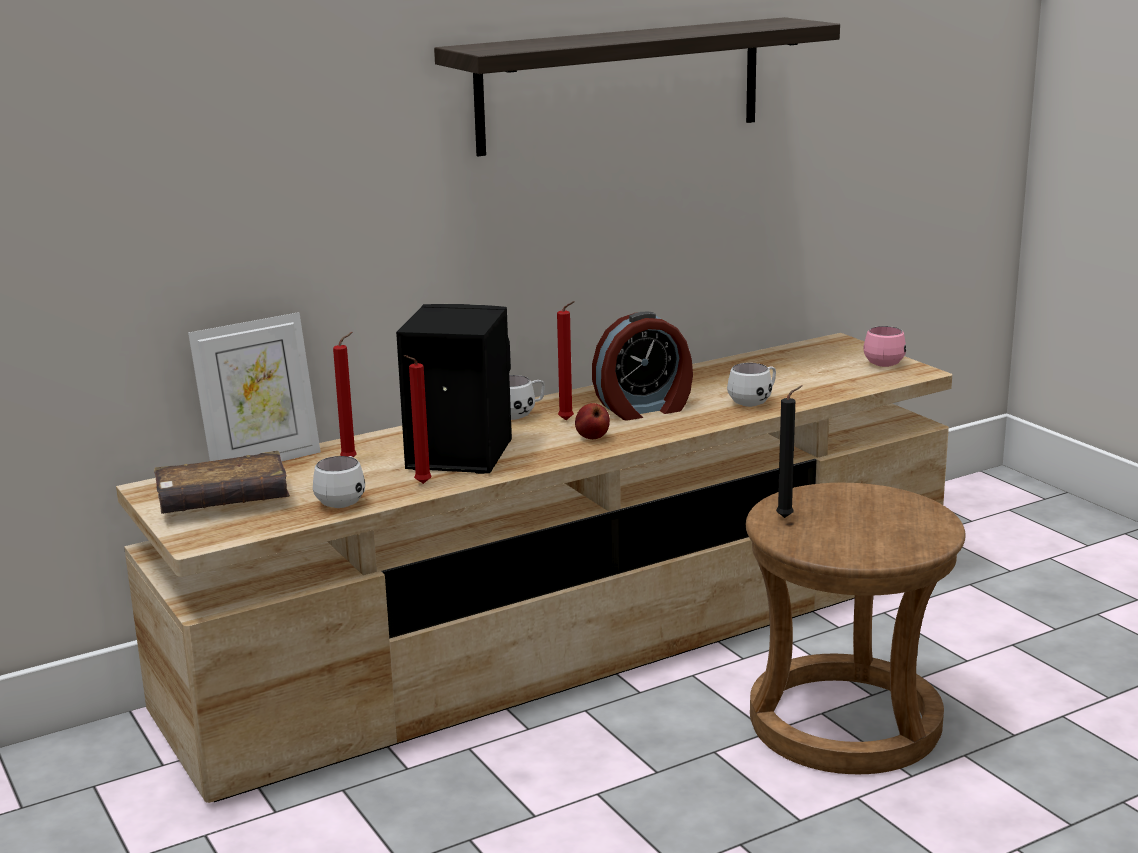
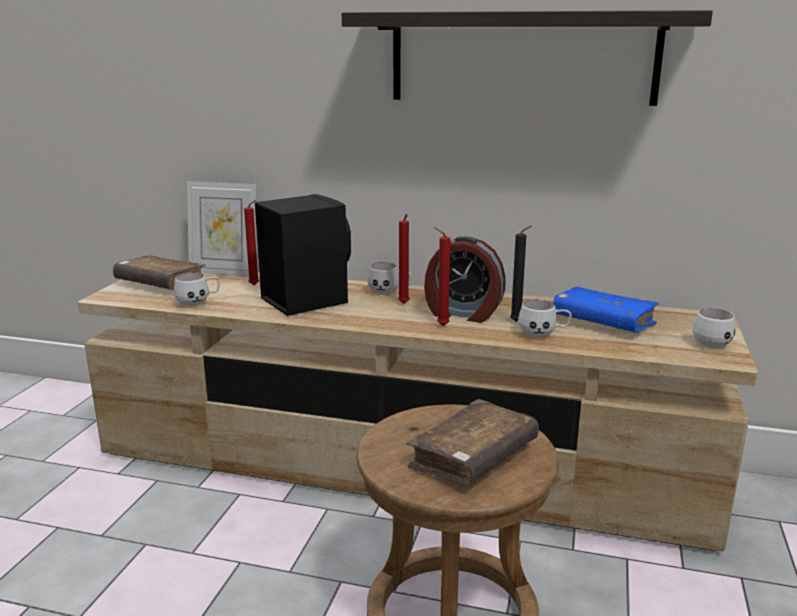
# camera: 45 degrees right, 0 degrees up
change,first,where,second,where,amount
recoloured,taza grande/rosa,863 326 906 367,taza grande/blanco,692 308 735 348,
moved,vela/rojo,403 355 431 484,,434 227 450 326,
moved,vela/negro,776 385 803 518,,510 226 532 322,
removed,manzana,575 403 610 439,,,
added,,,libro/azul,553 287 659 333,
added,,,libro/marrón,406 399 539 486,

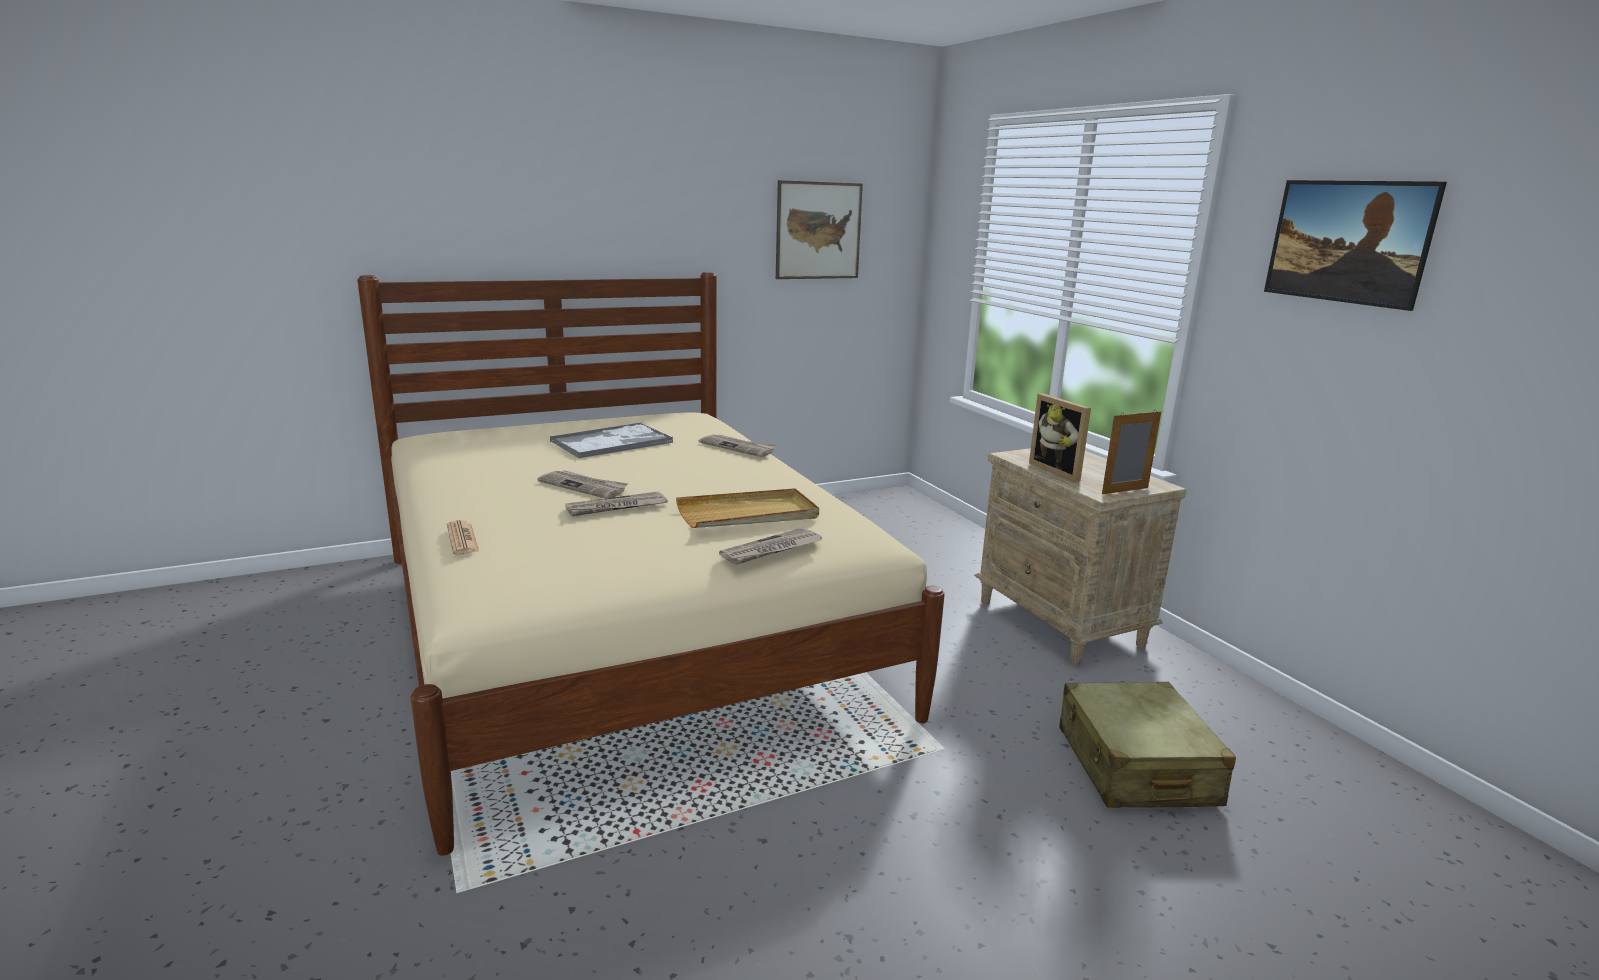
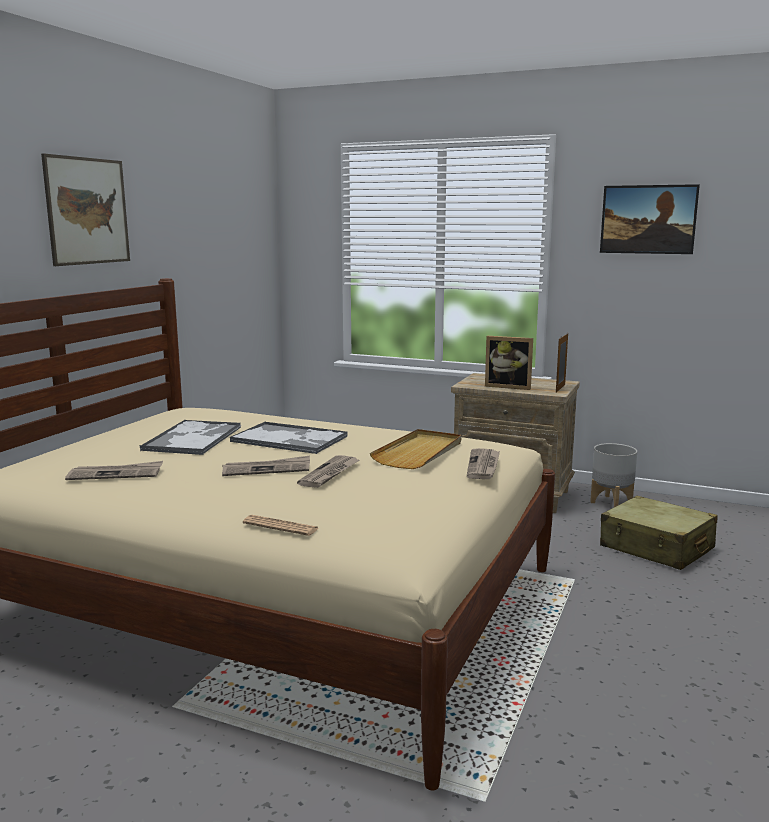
# camera: 40 degrees left, 5 degrees down
change,first,where,second,where,amount
moved,cuadro,776 180 863 279,,41 153 130 266,
moved,periódico,699 435 777 457,,65 461 163 480,
added,,,bandeja,230 421 348 454,
added,,,maceta/gris,590 443 637 507,

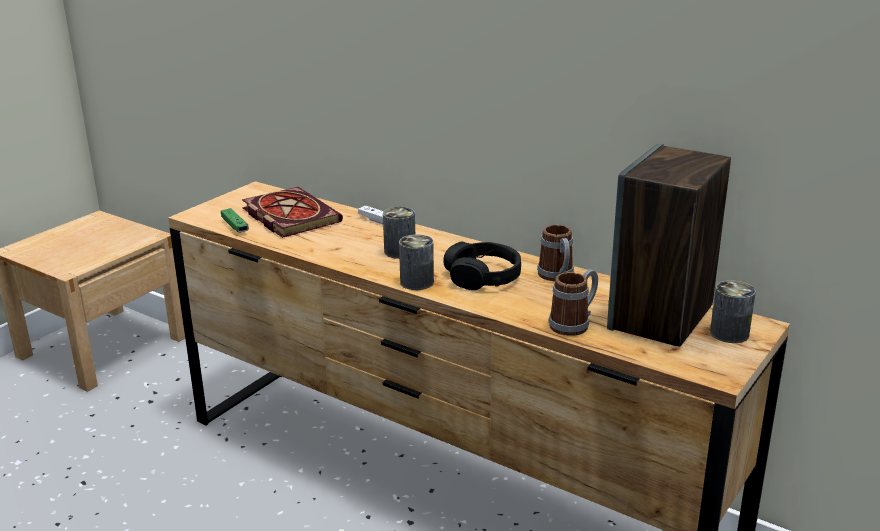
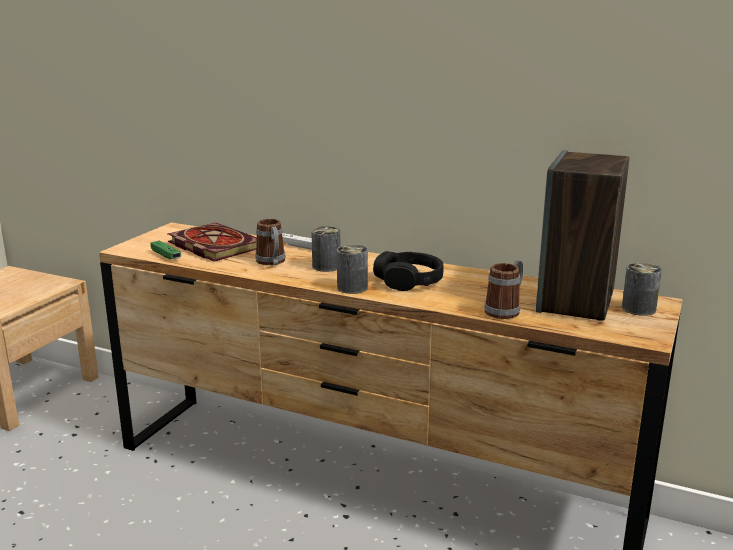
# camera: 10 degrees left, 5 degrees down
change,first,where,second,where,amount
moved,taza grande,537 225 574 281,,255 219 286 265,

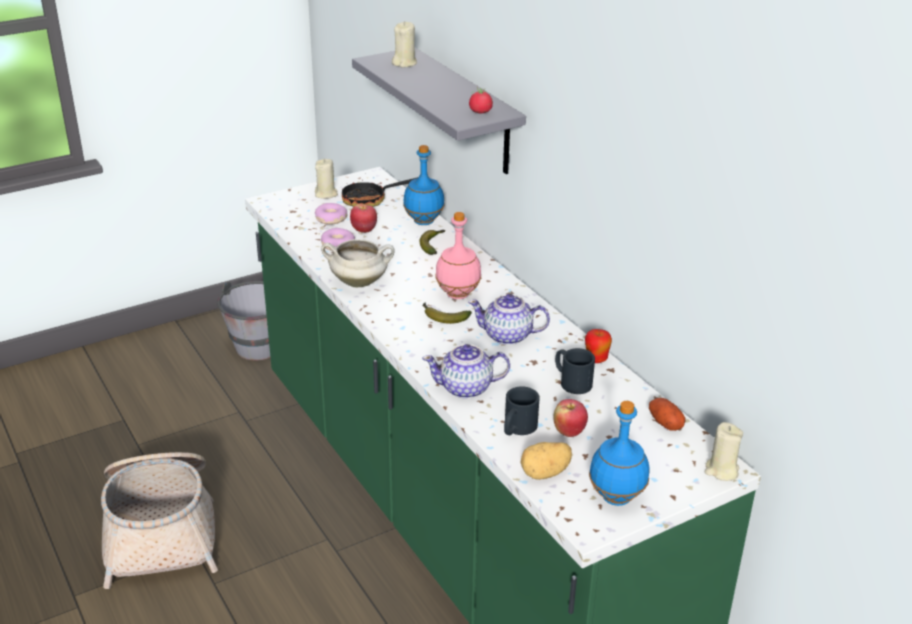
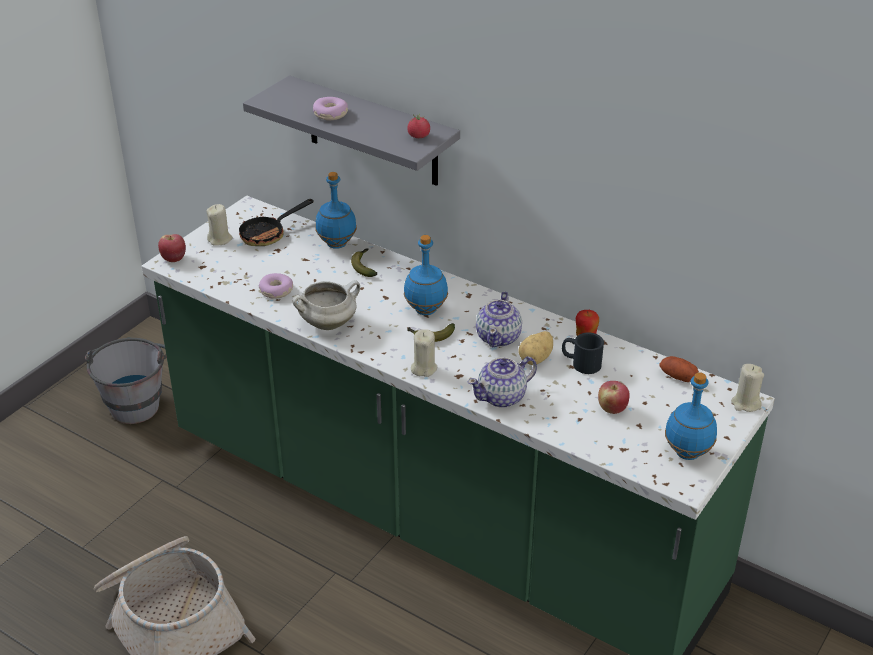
# camera: 25 degrees left, 5 degrees up
change,first,where,second,where,amount
moved,vela/beis,392 21 417 67,,411 329 437 377,
moved,rosquilla,315 203 348 225,,313 97 349 120,
moved,manzana,350 204 377 233,,158 234 186 262,
recoloured,botella/rosa,435 212 481 299,botella/azul,404 235 448 315,
turned,tetera,468 294 550 345,,476 291 522 347,60 degrees counterclockwise
removed,taza grande/negro,504 386 540 435,,,
moved,patata,520 442 572 480,,518 331 553 365,

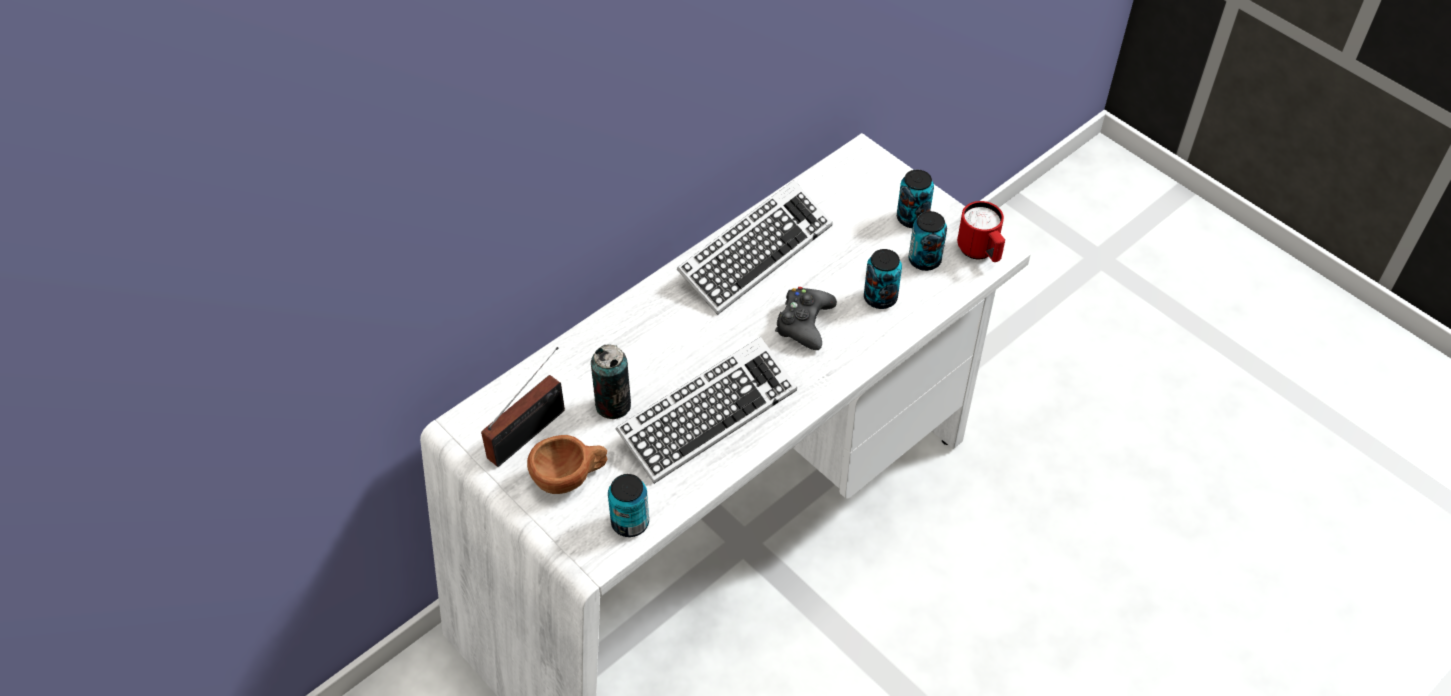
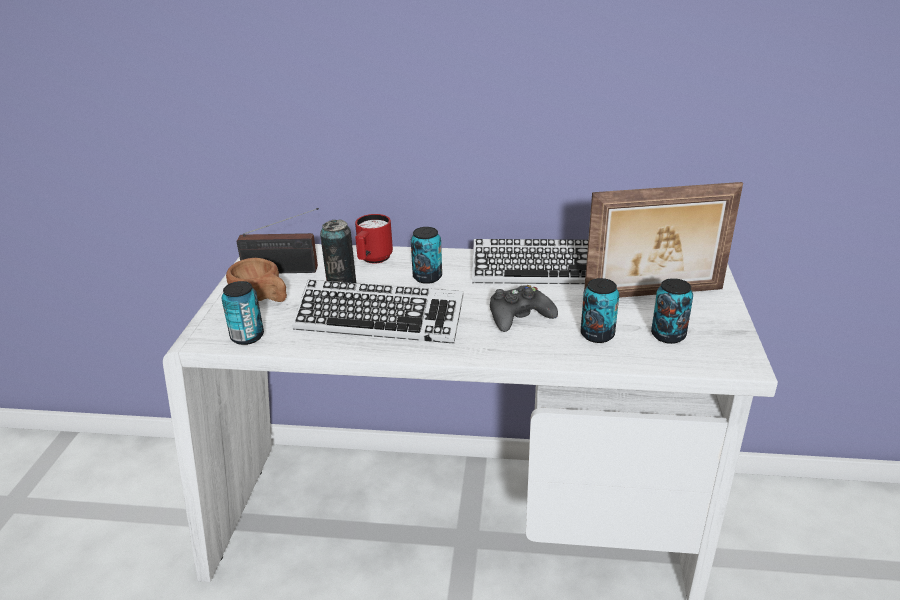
# camera: 50 degrees right, 20 degrees down
change,first,where,second,where,amount
moved,lata,897 170 934 228,,411 227 442 284,
moved,taza grande/rojo,957 201 1005 262,,355 214 393 263,
added,,,portarretratos,584 182 743 298,

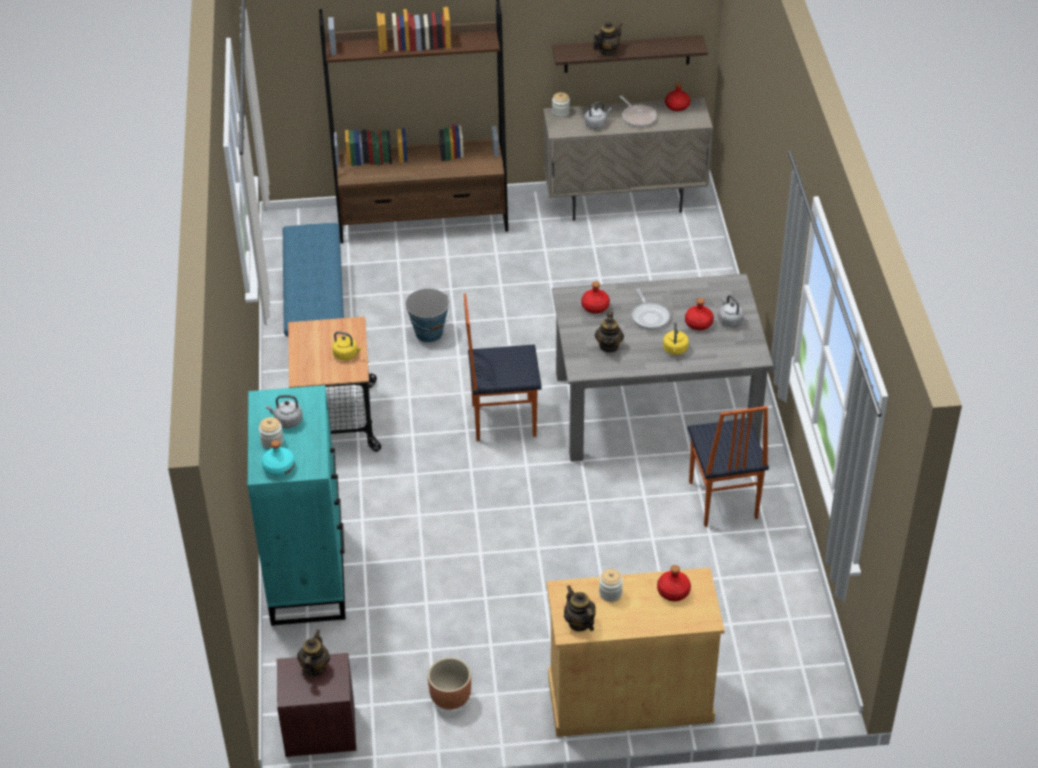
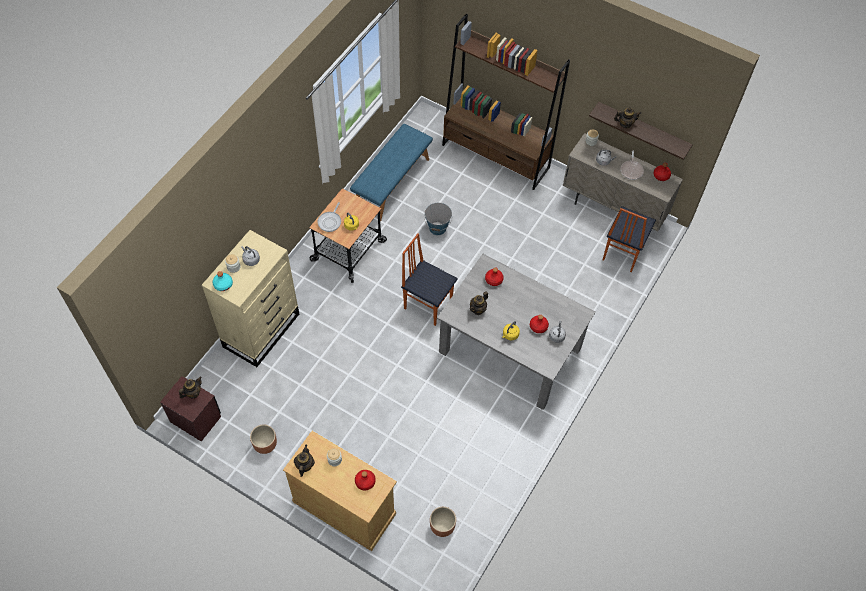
# camera: 35 degrees right, 15 degrees up
change,first,where,second,where,amount
moved,sartén,632 288 670 330,,317 202 341 232,
recoloured,cómoda/turquesa,247 385 346 626,cómoda/beis,202 230 299 367,
moved,silla,687 406 769 527,,603 206 656 272,
added,,,maceta/marrón,430 507 456 537,

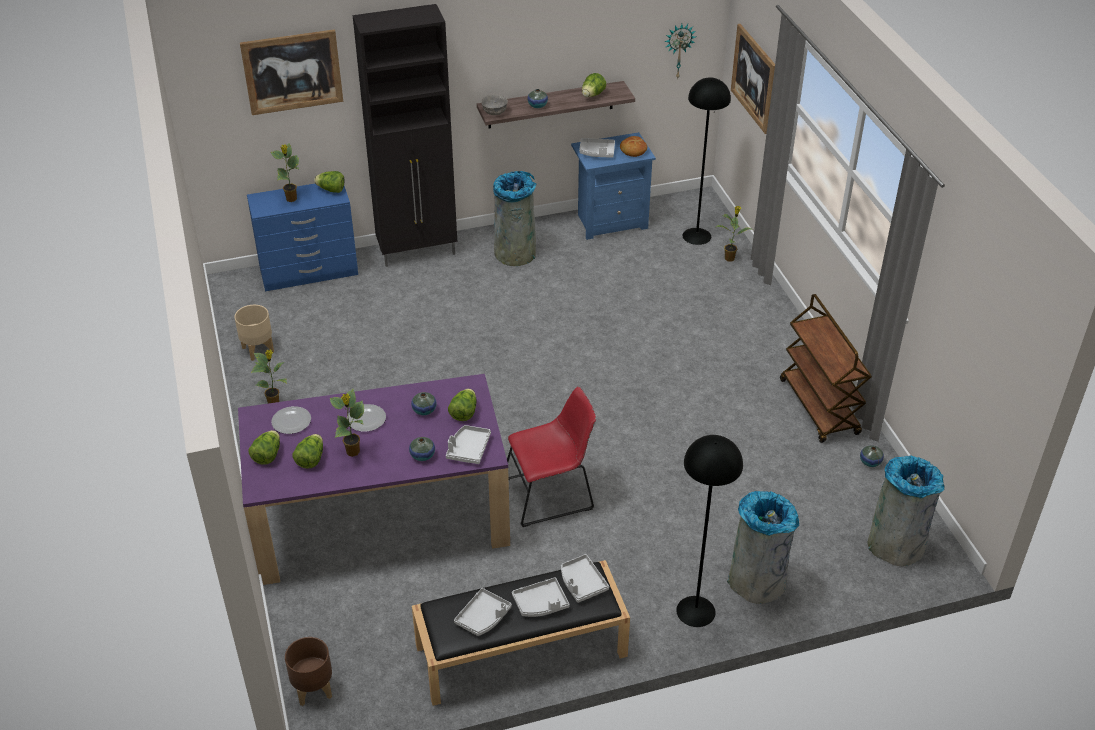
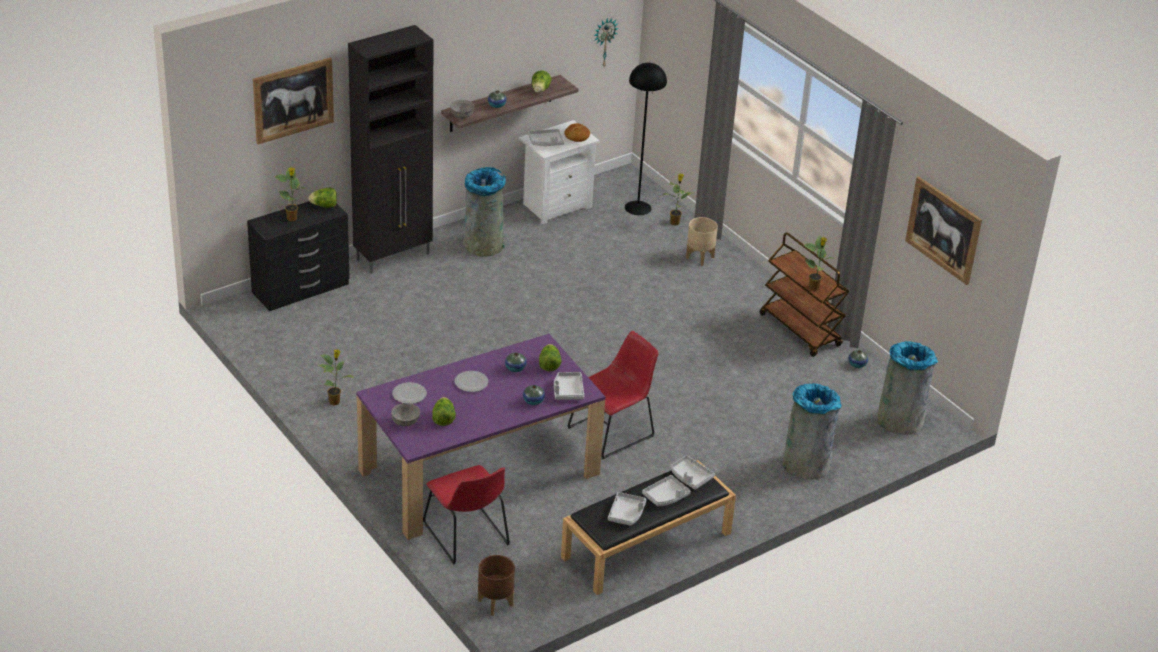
# camera: 20 degrees left, 5 degrees down
change,first,where,second,where,amount
moved,cuadro,731 24 775 134,,905 177 982 285,
recoloured,mesita de noche/azul,571 132 656 240,mesita de noche/blanco,519 120 599 224,
recoloured,cómoda/azul,247 184 358 291,cómoda/negro,247 201 350 311,
moved,maceta/beis,235 305 274 361,,686 217 718 266,
moved,planta en maceta,330 389 364 457,,804 235 834 290,
replaced,lechuga,248 430 280 465,cuenco/gris,391 403 420 426,
removed,lámpara de pie/negro,676 435 743 627,,,
added,,,silla/rojo,423 465 510 565,

